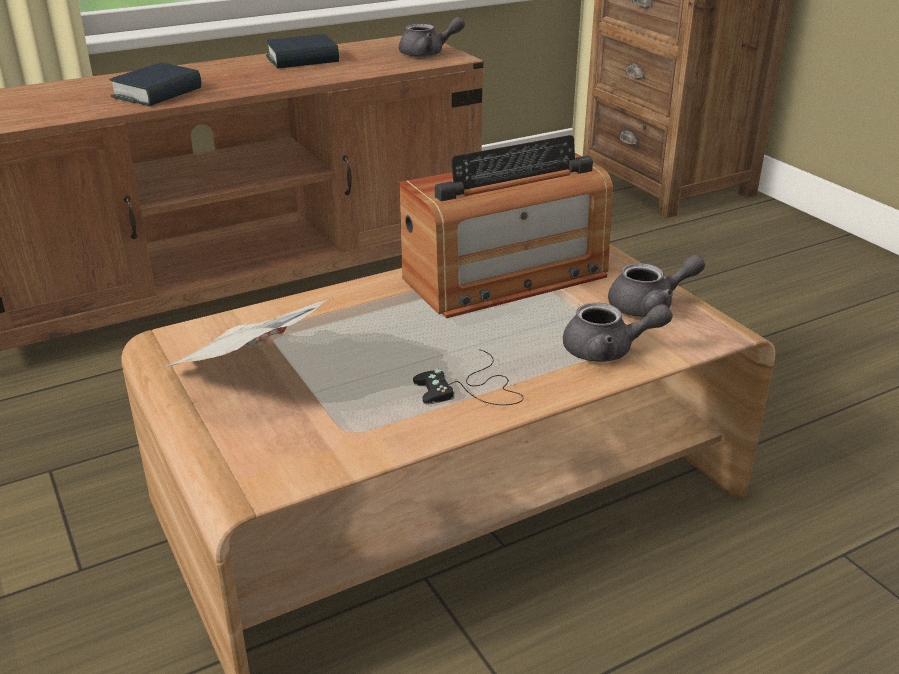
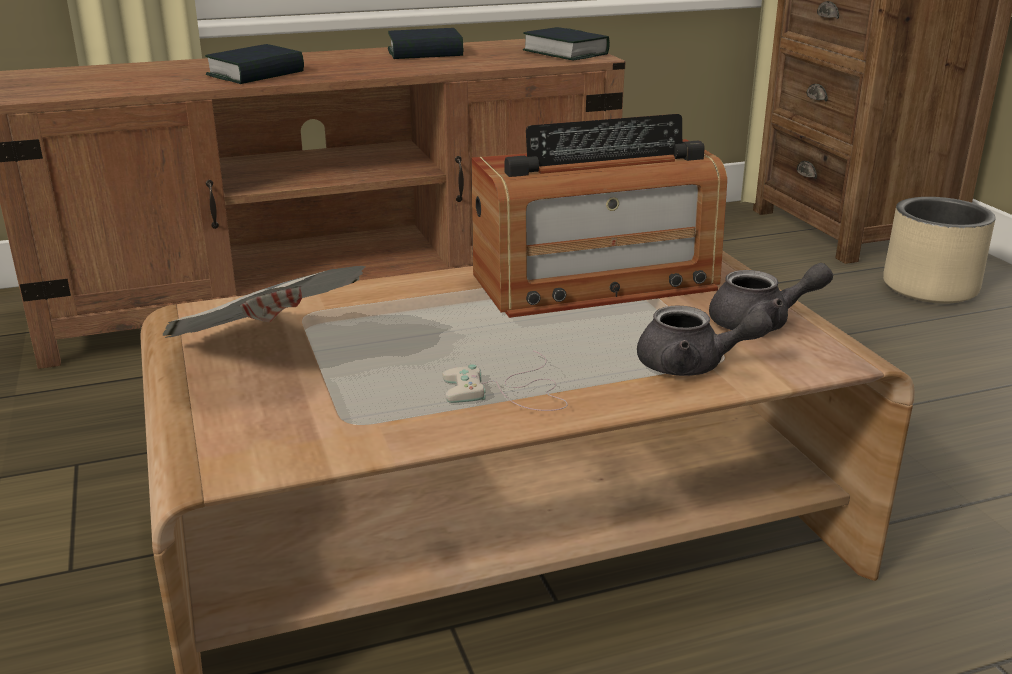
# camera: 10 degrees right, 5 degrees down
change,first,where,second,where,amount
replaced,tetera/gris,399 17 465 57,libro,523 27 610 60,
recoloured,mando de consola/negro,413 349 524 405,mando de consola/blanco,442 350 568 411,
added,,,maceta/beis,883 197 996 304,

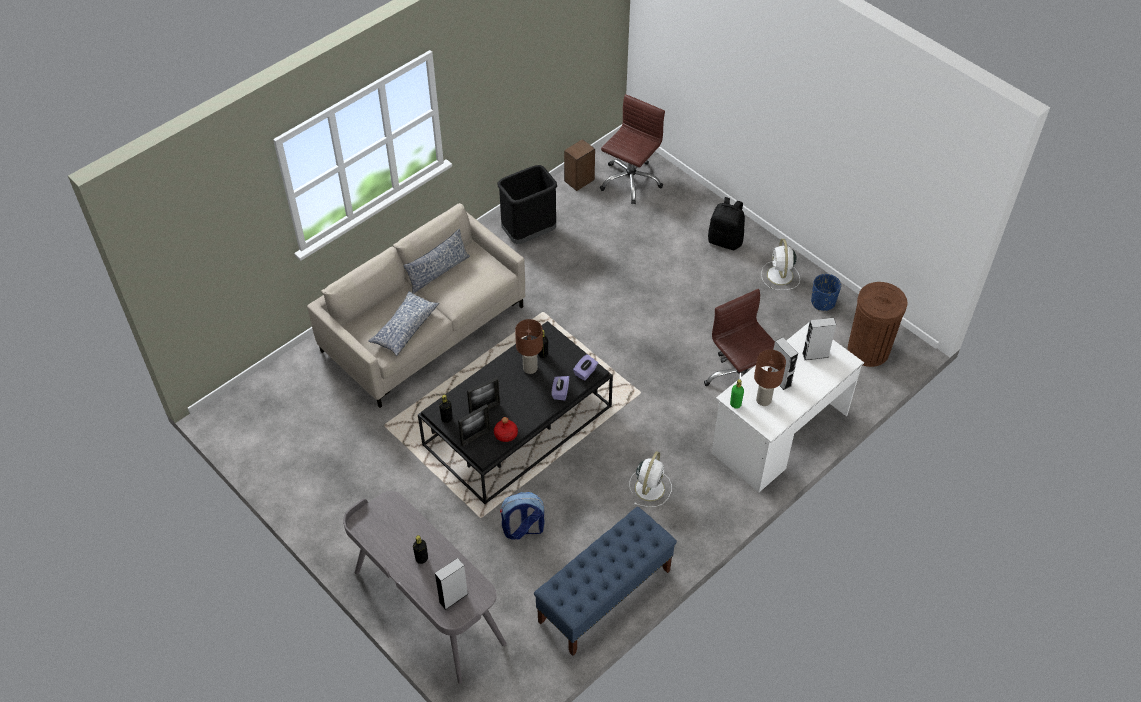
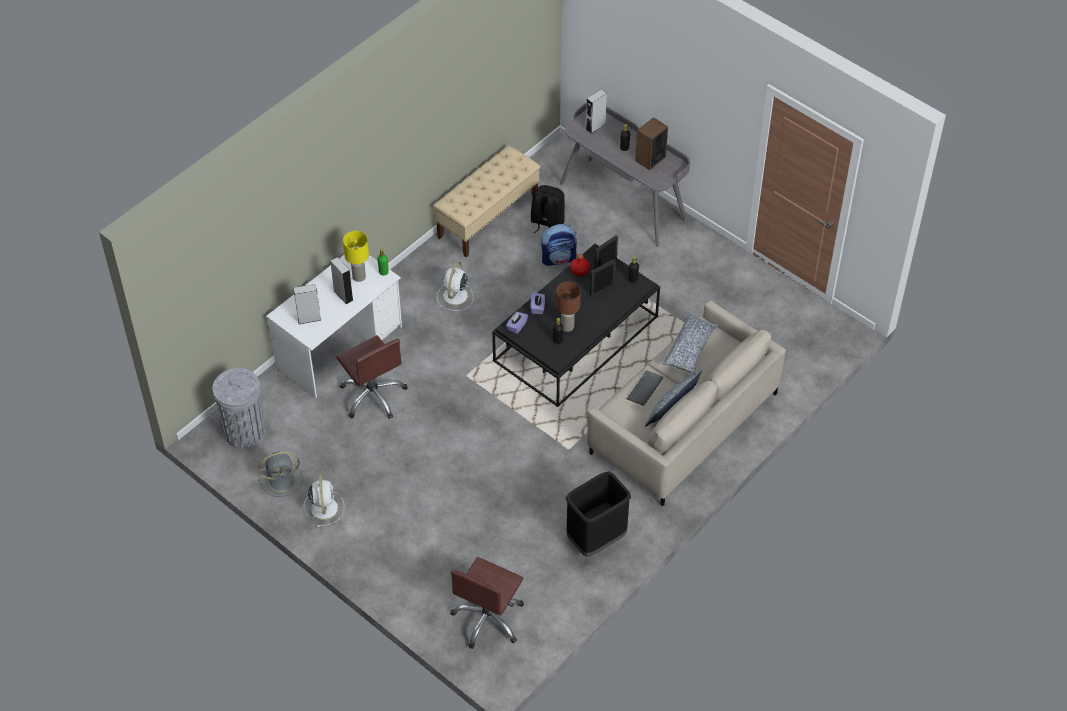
# camera: 175 degrees right, 0 degrees up
change,first,where,second,where,amount
moved,altavoz,564 139 595 191,,635 117 668 170,
moved,mochila/negro,708 197 745 250,,531 185 565 234,
replaced,maceta/azul,811 274 841 311,ventilador/gris,258 452 303 497,
recoloured,papelera/marrón,848 282 907 367,papelera/gris,213 368 266 449,
recoloured,lámpara de mesa/marrón,754 350 786 406,lámpara de mesa/amarillo,343 231 369 282,
recoloured,banco/azul,534 506 677 656,banco/beis,433 145 540 257,
added,,,teclado,627 370 664 406,

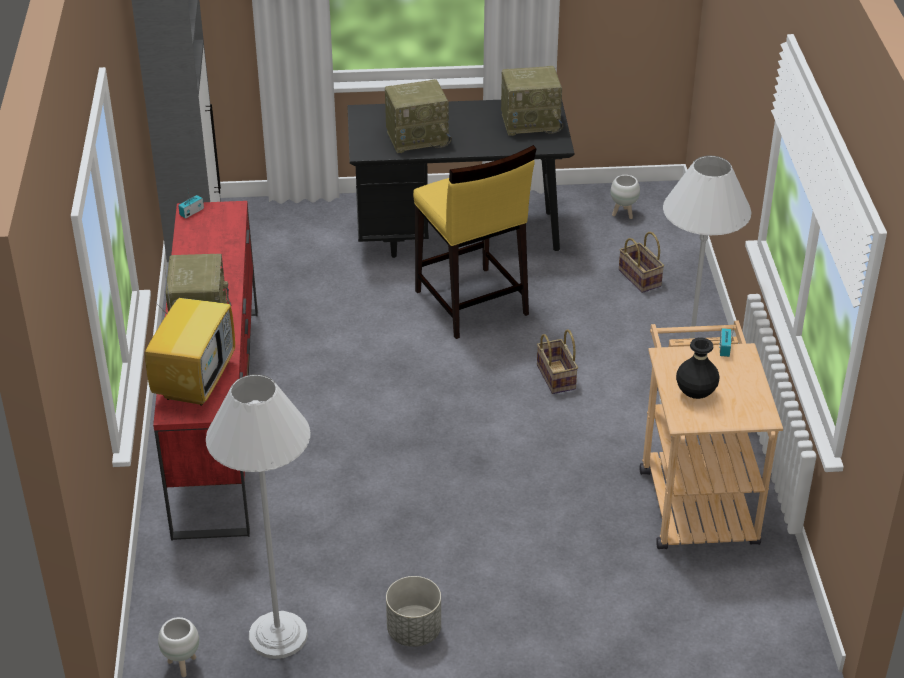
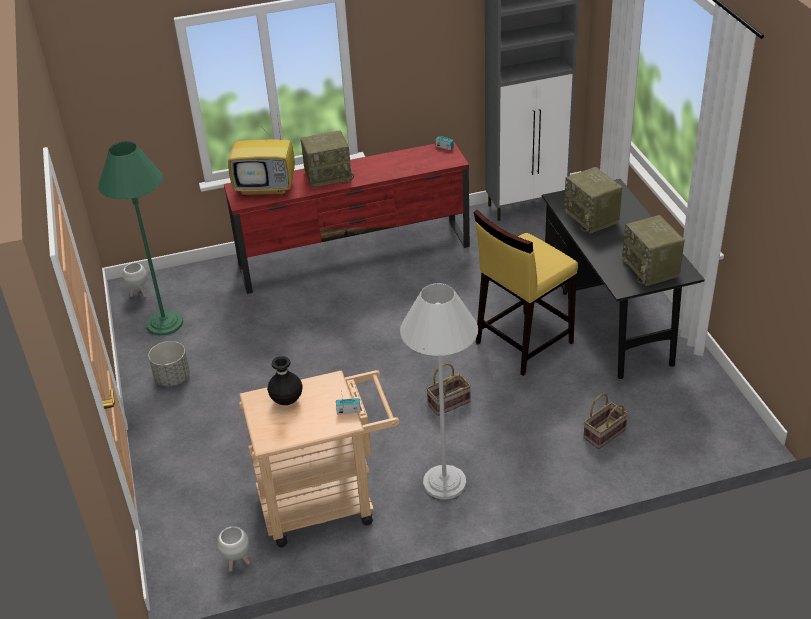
# camera: 80 degrees right, 0 degrees up
change,first,where,second,where,amount
moved,maceta/blanco,610 175 640 219,,217 526 250 572,
recoloured,lámpara de pie/blanco,206 374 311 659,lámpara de pie/verde,98 141 183 336,

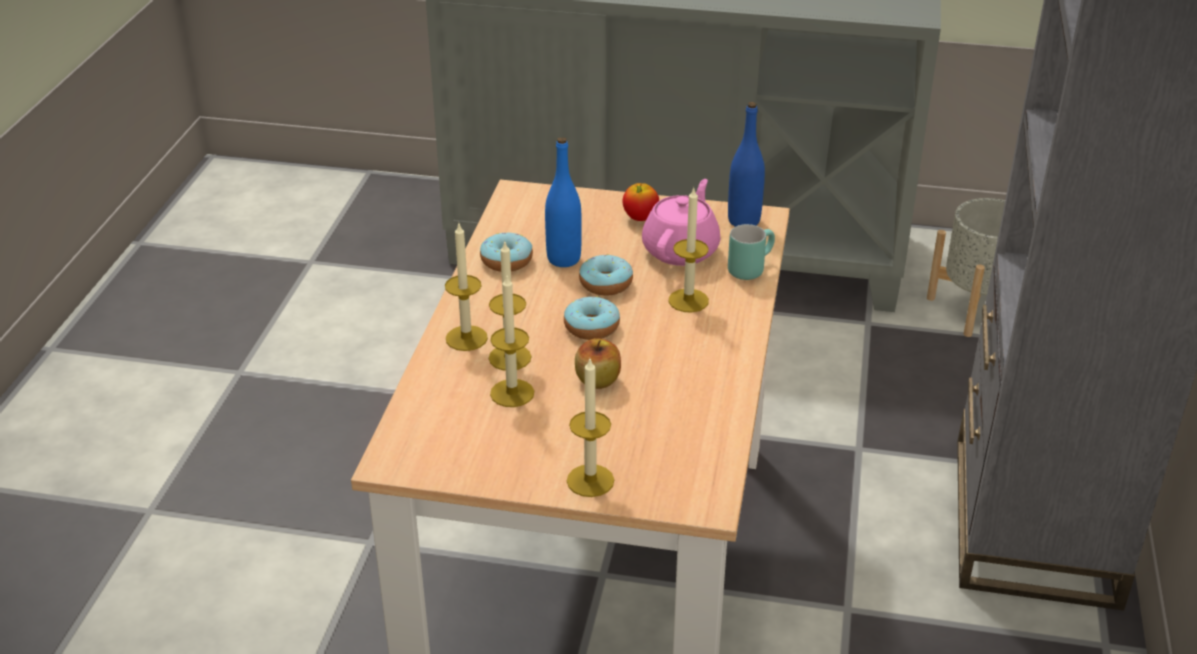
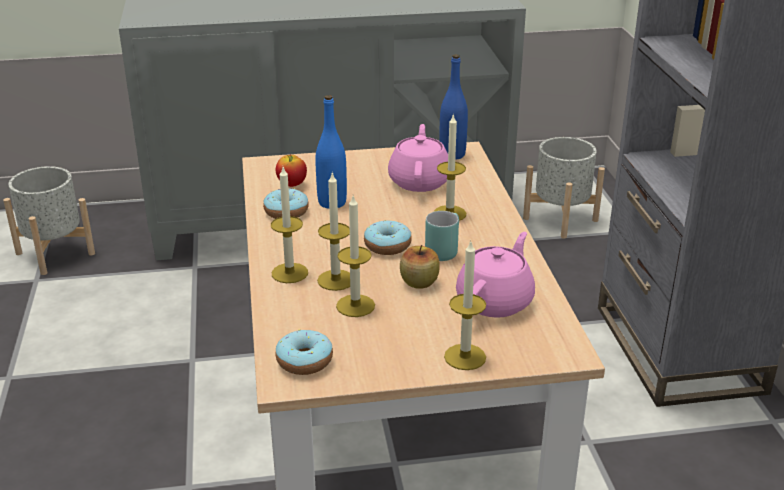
# camera: 20 degrees left, 5 degrees down
change,first,where,second,where,amount
moved,manzana,623 183 659 221,,276 154 307 187,
moved,taza grande/turquesa,728 224 775 280,,425 211 459 261,
moved,rosquilla,579 254 633 296,,276 330 333 375,
added,,,maceta/gris,3 166 95 275,
added,,,tetera/rosa,456 232 535 318,

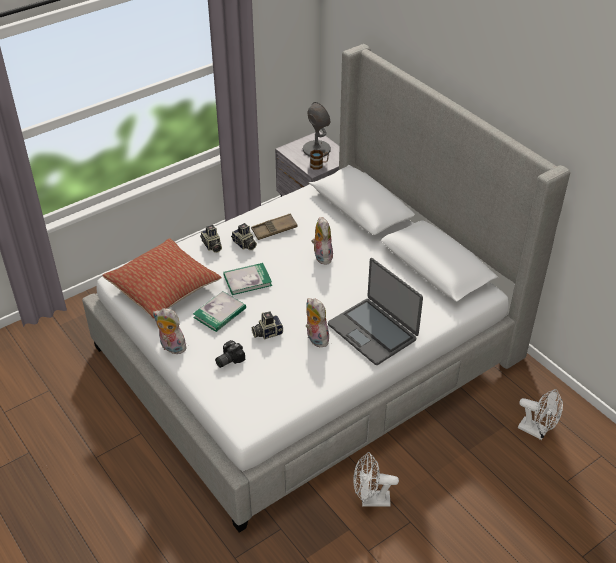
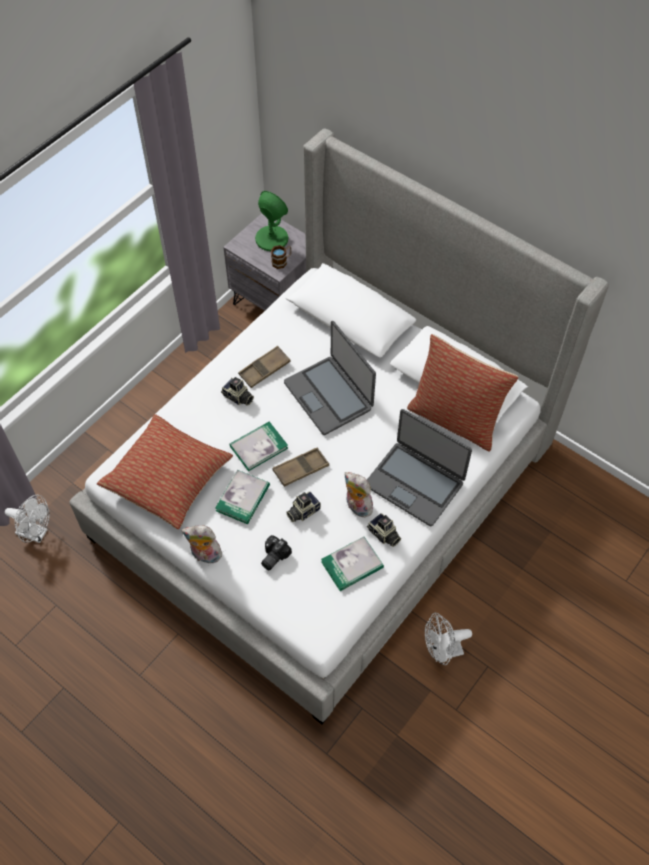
# camera: 15 degrees left, 15 degrees up
change,first,where,second,where,amount
recoloured,lámpara de mesa/gris,303 102 331 157,lámpara de mesa/verde,255 191 289 251,
replaced,peluche,311 217 333 265,portátil,284 321 376 435,
moved,cámara,200 225 222 253,,367 513 401 547,
moved,ventilador/blanco,518 389 563 440,,5 495 50 543,
added,,,cojín,407 334 519 452,
added,,,bandeja/marrón,273 447 329 487,
added,,,libro,321 536 384 591,

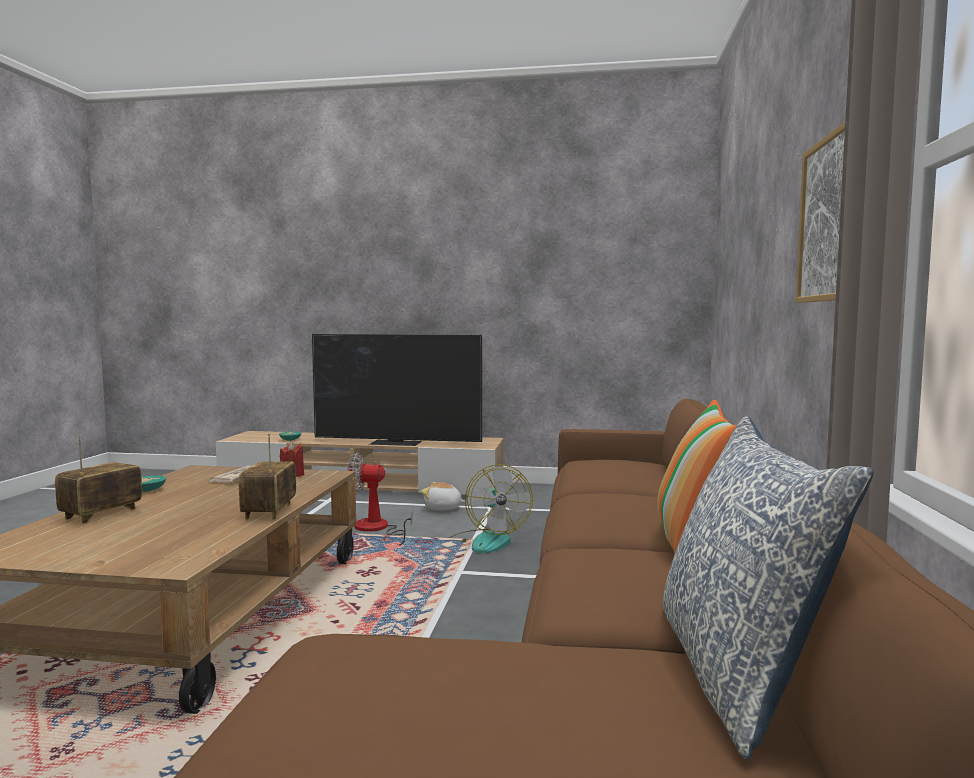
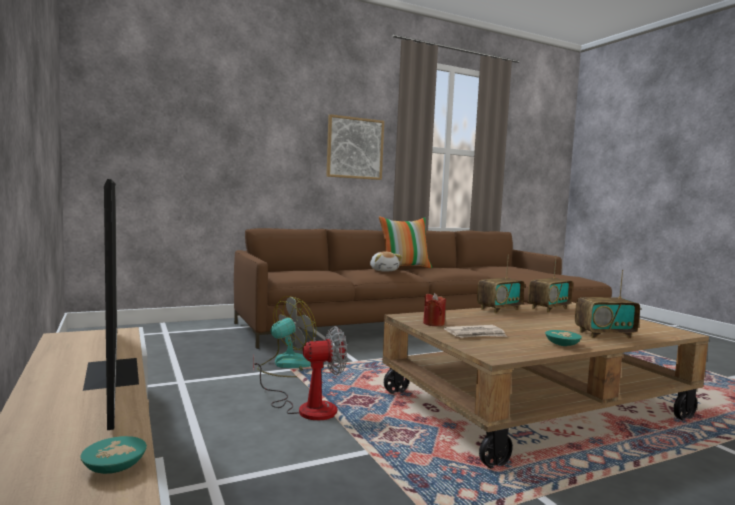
# camera: 125 degrees left, 0 degrees up
change,first,where,second,where,amount
removed,cojín,662 417 874 759,,,
turned,ventilador,347 453 413 545,,253 327 347 420,75 degrees counterclockwise
moved,peluche,421 482 465 510,,370 251 402 271,
added,,,radio,528 255 573 313,

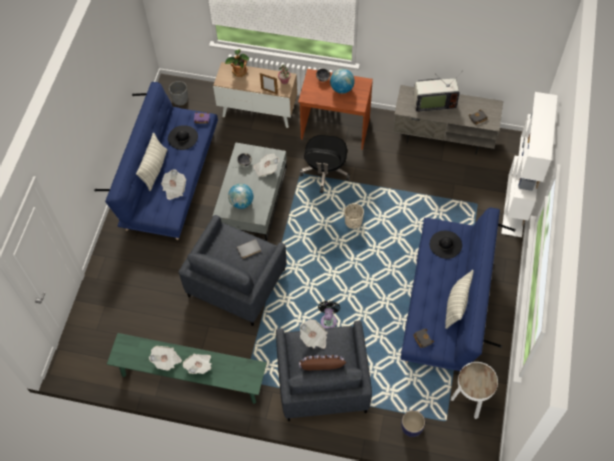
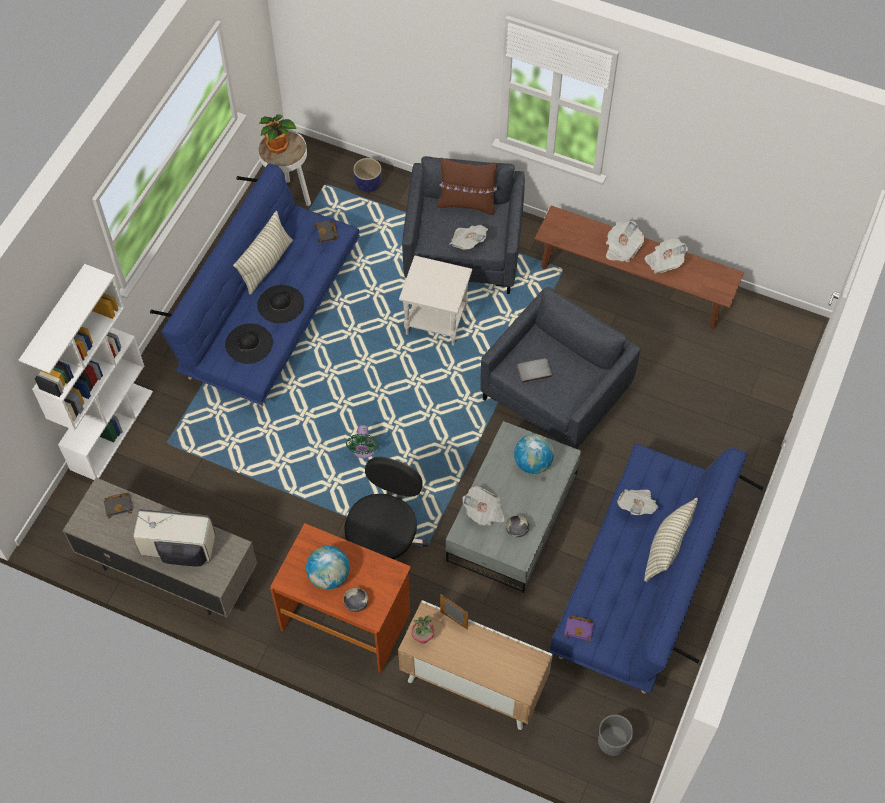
# camera: 170 degrees left, 0 degrees up
change,first,where,second,where,amount
moved,planta en maceta,225 49 249 77,,259 114 297 154,
moved,sombrero/negro,168 125 198 150,,257 285 304 324,
replaced,maceta/beis,344 203 364 229,ventilador/verde,346 425 379 458,
replaced,ventilador/negro,318 301 340 328,mesa auxiliar/blanco,399 256 472 346,
recoloured,banco/verde,107 333 267 404,banco/marrón,534 205 744 329,

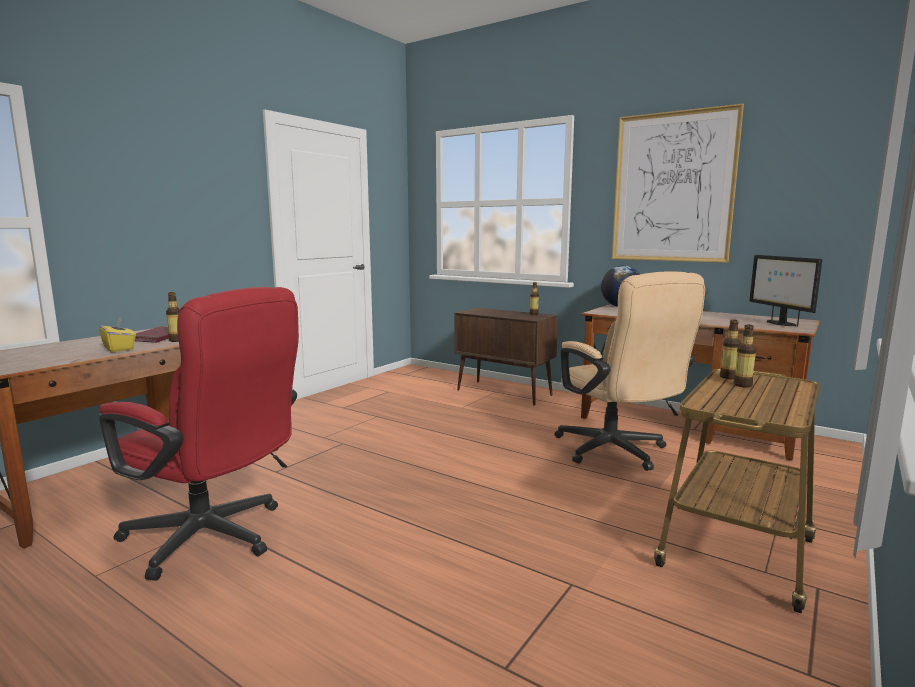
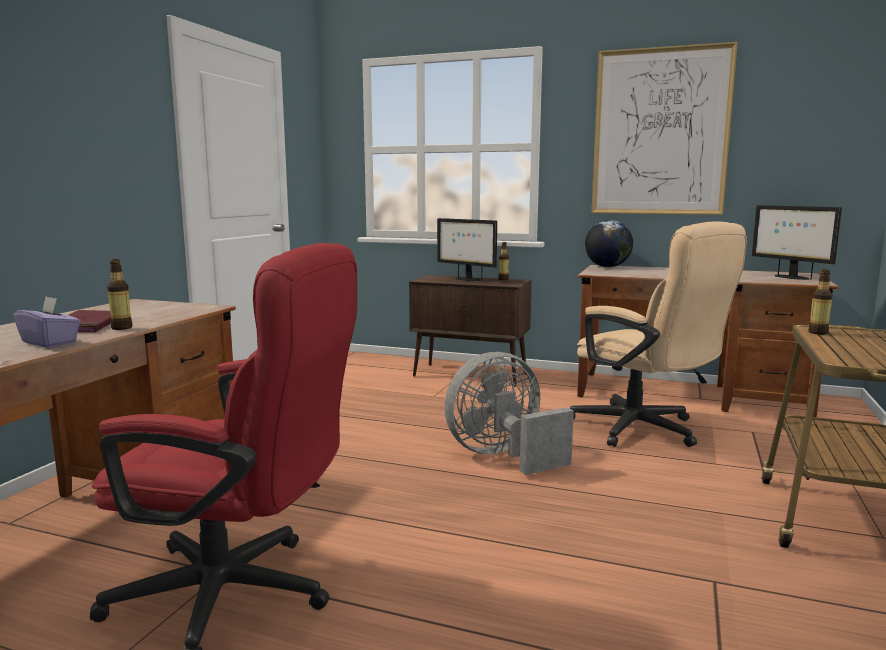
# camera: 15 degrees left, 0 degrees up
change,first,where,second,where,amount
recoloured,caja de pañuelos/amarillo,99 317 136 352,caja de pañuelos/morado,13 297 80 348,
removed,botella,734 325 756 388,,,
added,,,monitor,437 218 497 281,
added,,,ventilador/gris,444 352 574 475,

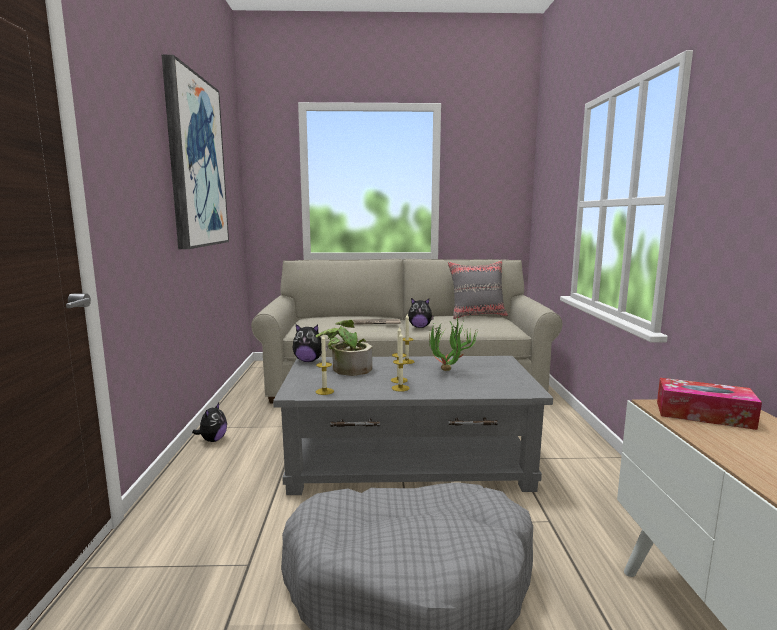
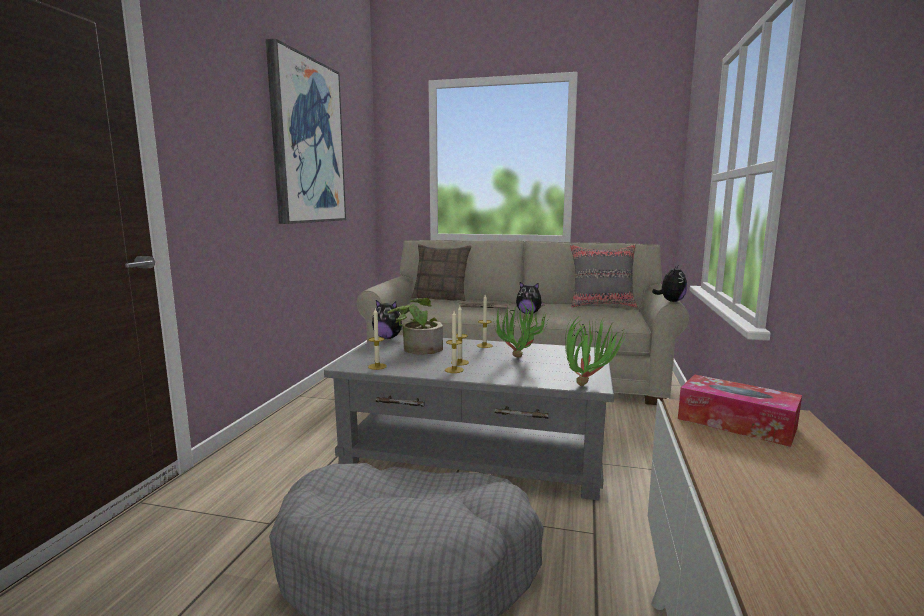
# camera: 15 degrees right, 0 degrees up
change,first,where,second,where,amount
moved,peluche,192 403 227 442,,652 264 687 302,
added,,,cojín,411 244 472 301,
added,,,planta en maceta,565 318 626 386,

